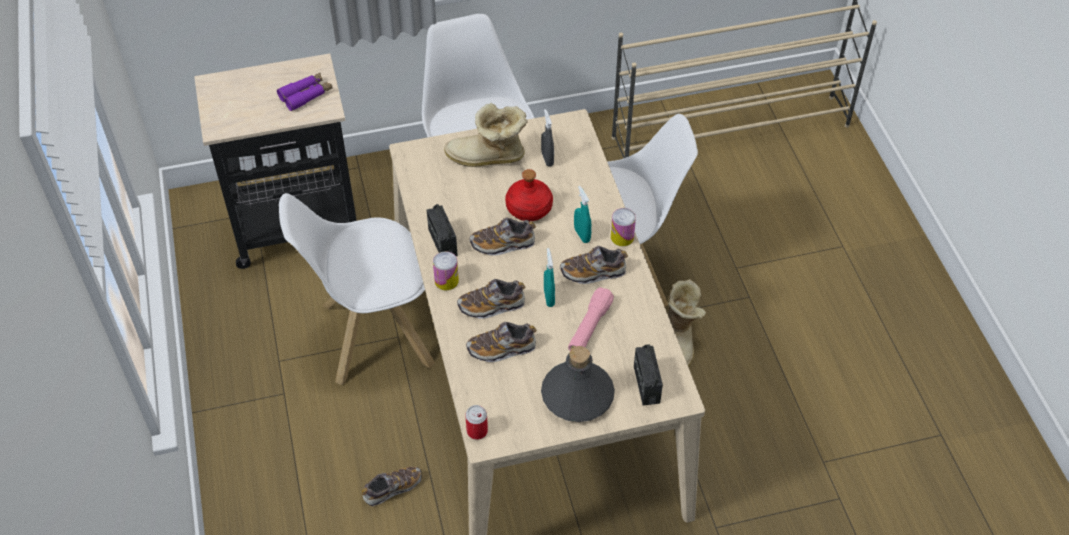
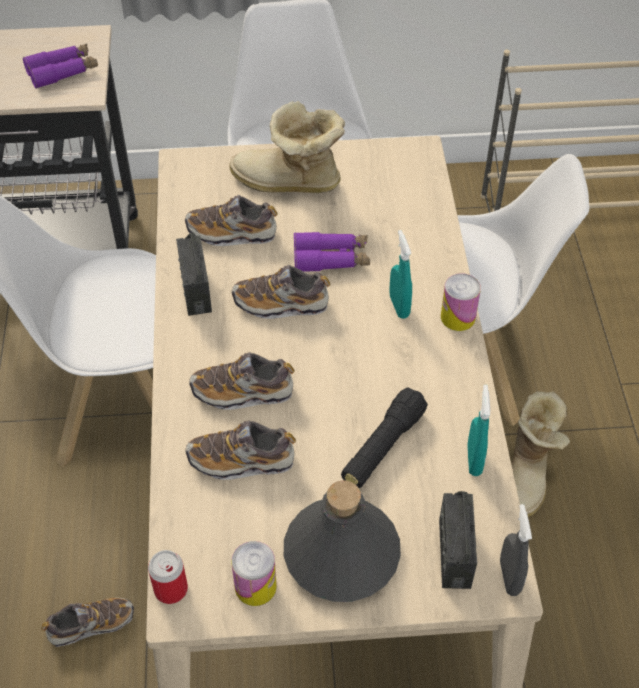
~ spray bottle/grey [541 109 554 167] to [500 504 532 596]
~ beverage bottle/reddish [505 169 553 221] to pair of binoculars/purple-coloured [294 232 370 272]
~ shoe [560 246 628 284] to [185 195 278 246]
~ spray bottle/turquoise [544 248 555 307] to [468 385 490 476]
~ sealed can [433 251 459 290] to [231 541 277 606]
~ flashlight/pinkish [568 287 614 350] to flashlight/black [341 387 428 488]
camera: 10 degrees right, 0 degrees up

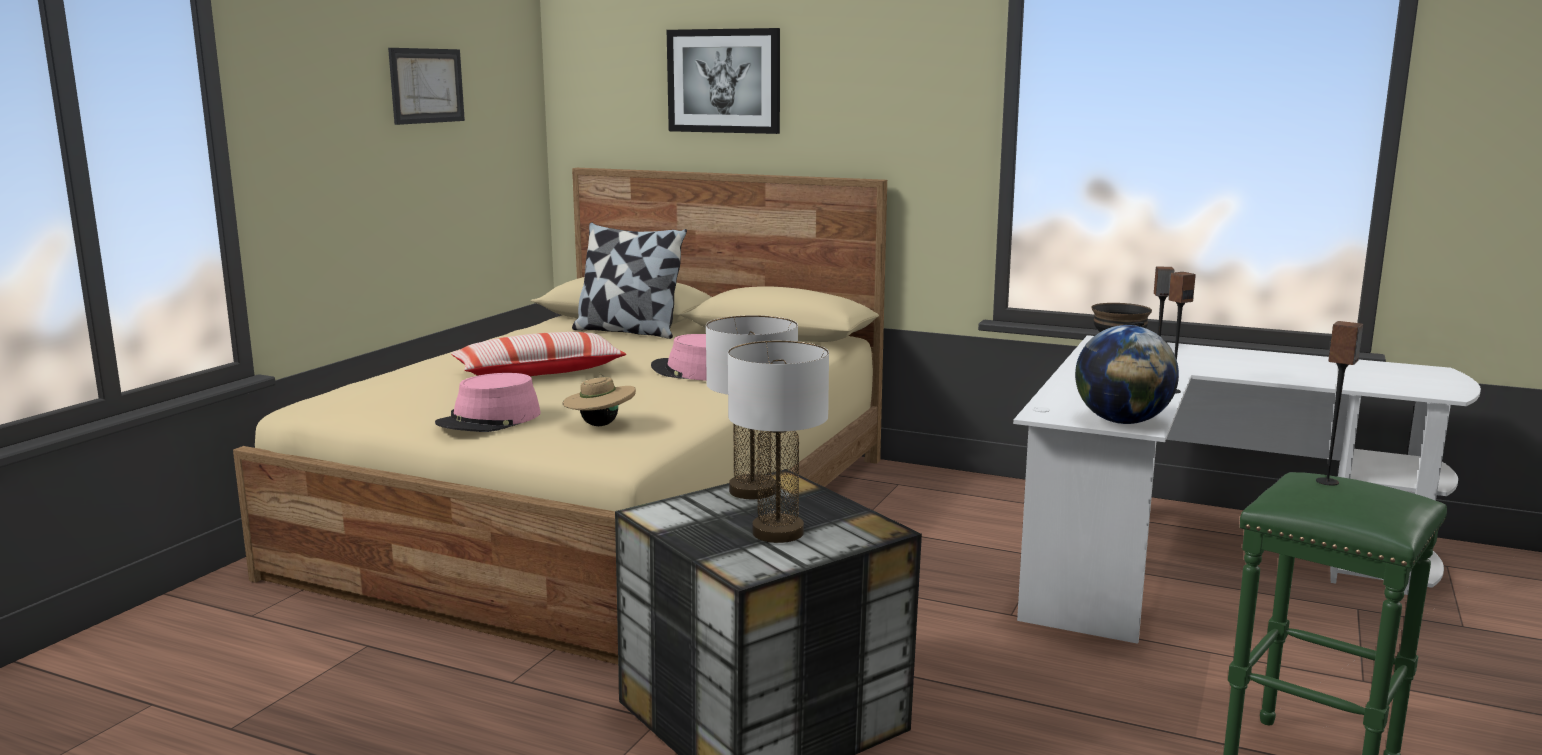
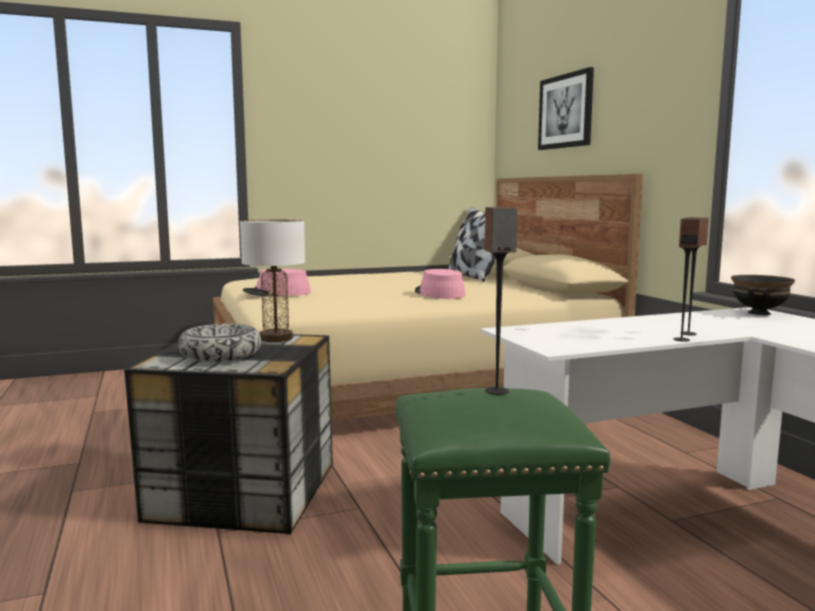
- wall picture [388 48 465 125]
- world globe [1075 325 1179 424]
- pillow [451 332 626 376]
~ tabletop lamp [728 341 829 543] to serving bowl [178 324 261 362]
- hat/beige [563 373 636 426]
camera: 45 degrees right, 5 degrees down

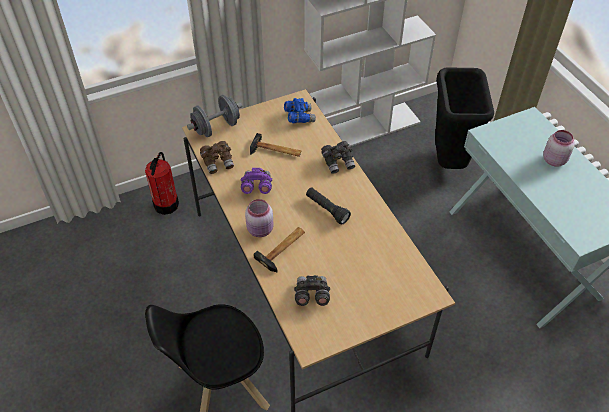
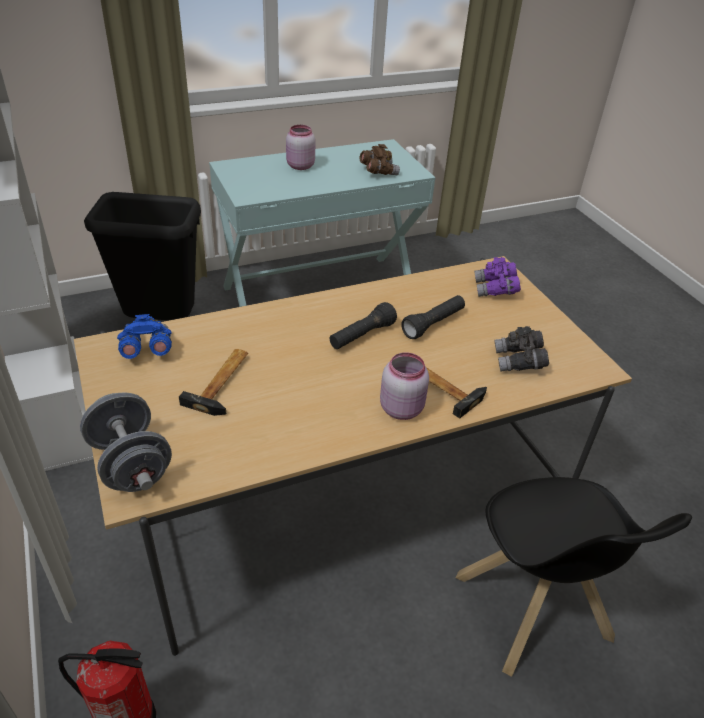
~ pair of binoculars/brownish [200 141 234 174] to [360 144 400 175]
- pair of binoculars/grey [321 141 355 174]
~ pair of binoculars/purple-coloured [241 168 272 194] to [474 257 521 297]
+ flashlight/black [401 295 465 339]
camera: 90 degrees left, 10 degrees down

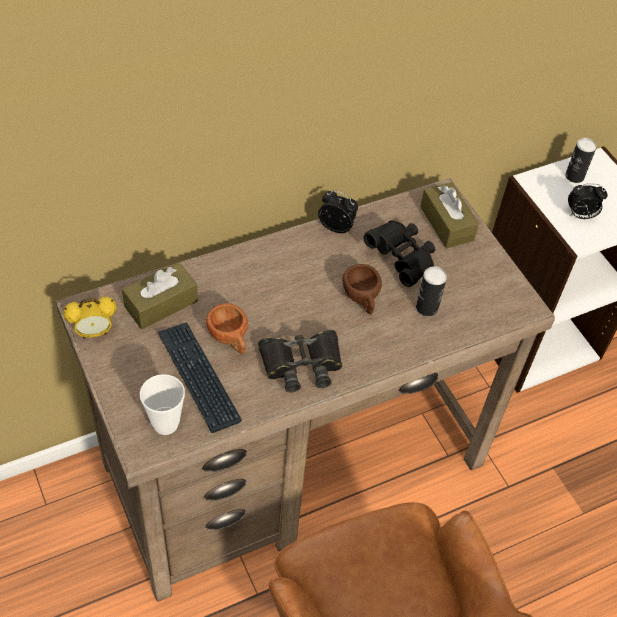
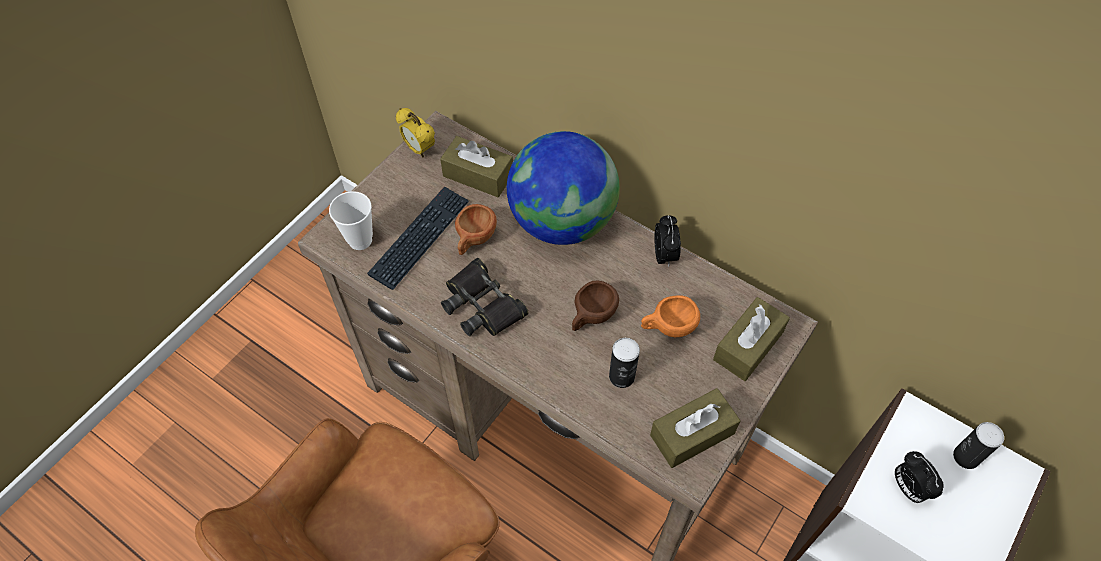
~ pair of binoculars/black [364 220 435 287] to drinking cup/orange [641 295 700 337]
+ world globe [507 131 620 245]
+ tissue holder/brownish [650 388 740 468]
camera: 65 degrees right, 5 degrees up

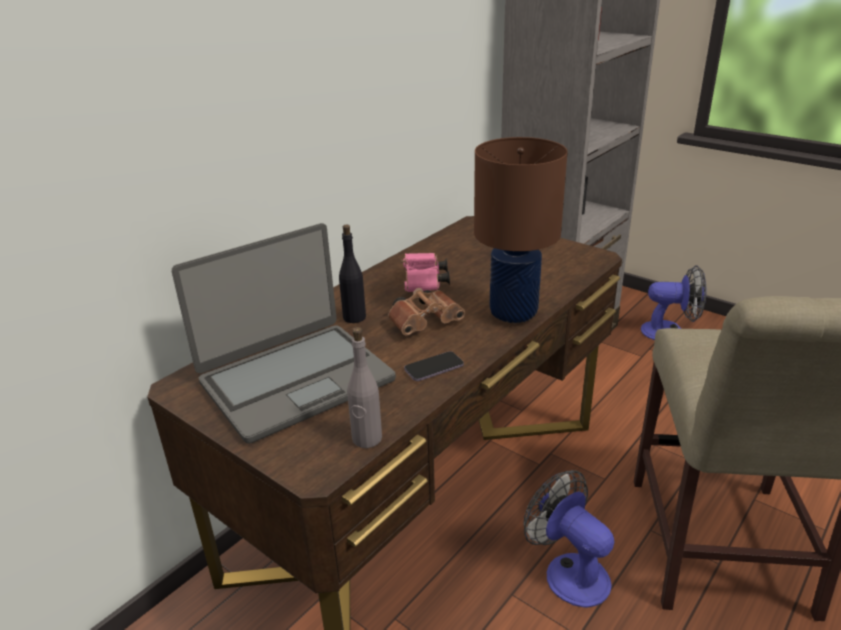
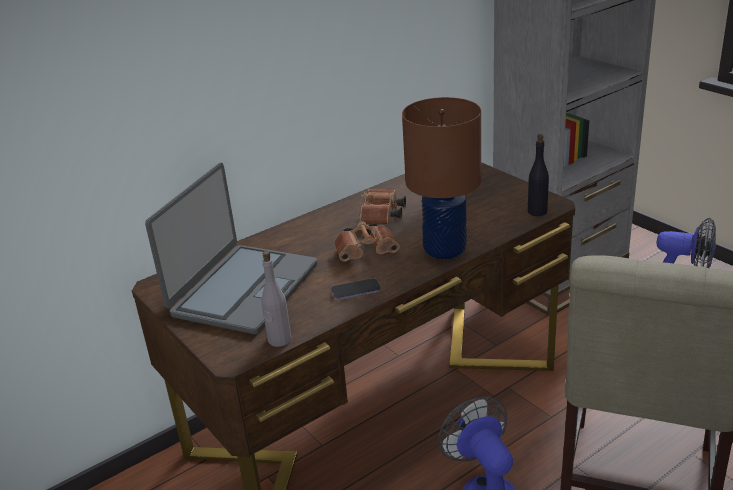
~ notebook computer [172 223 396 444] = [145 163 318 334] 45 degrees counterclockwise
~ beverage bottle/black [339 225 366 323] to [528 134 549 216]
~ pair of binoculars/pinkish [401 253 450 292] to pair of binoculars/brownish [359 189 406 224]
camera: 15 degrees right, 0 degrees up

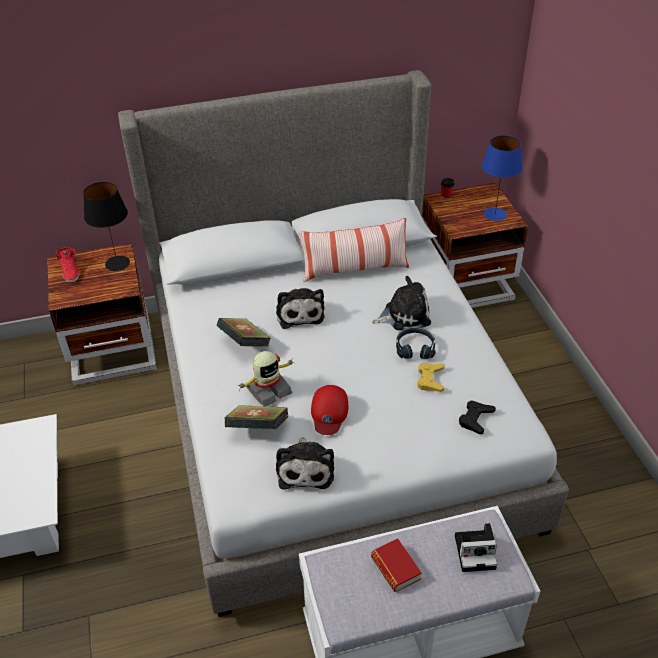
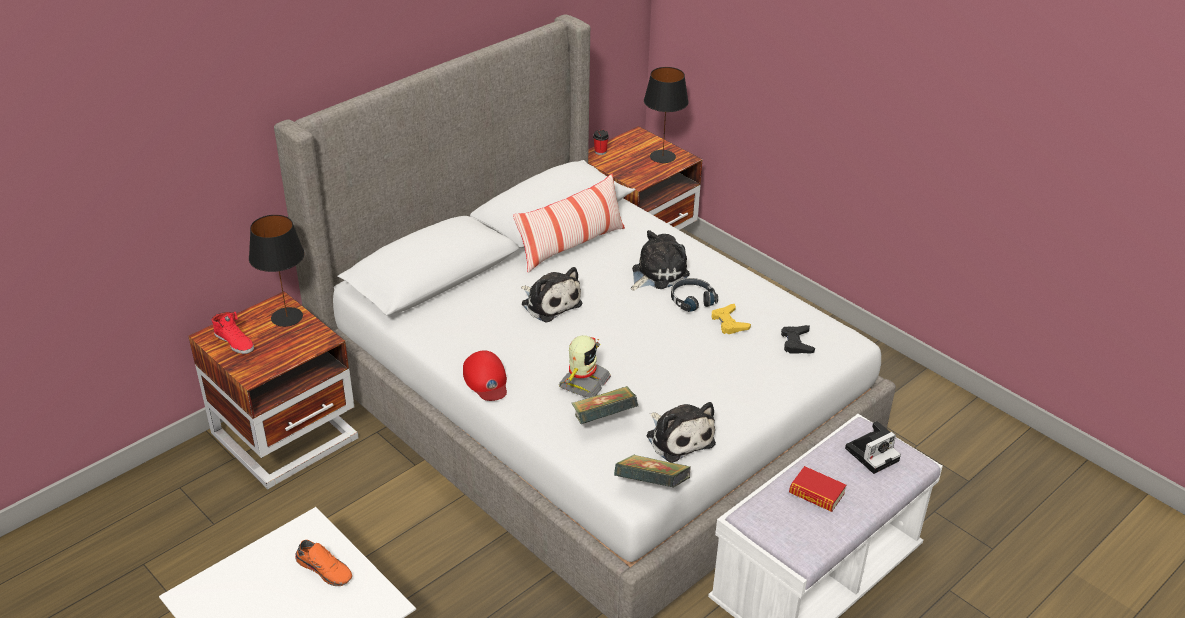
~ tabletop lamp/blue-coloured [482 135 523 221] to tabletop lamp/black [644 67 689 163]
~ volume [217 318 271 346] to [614 455 691 488]
~ baseball cap/reddish [311 385 348 435] to [463 350 507 401]
+ shoe/orange [295 540 352 586]
camera: 30 degrees left, 5 degrees down

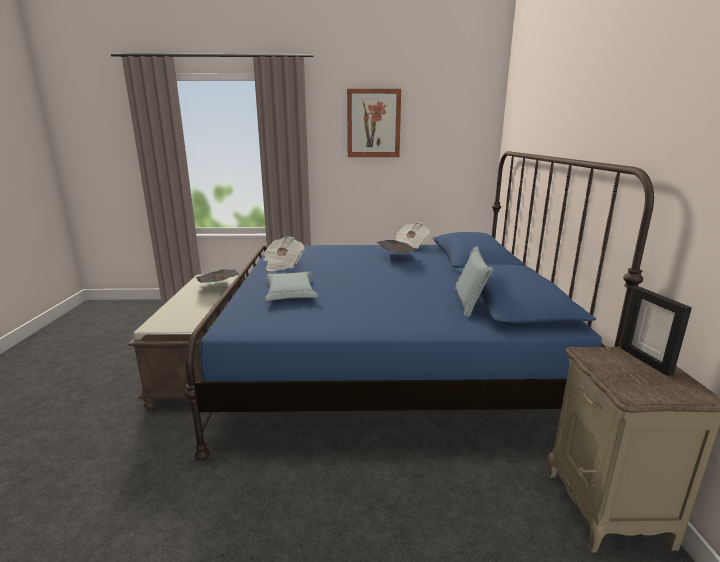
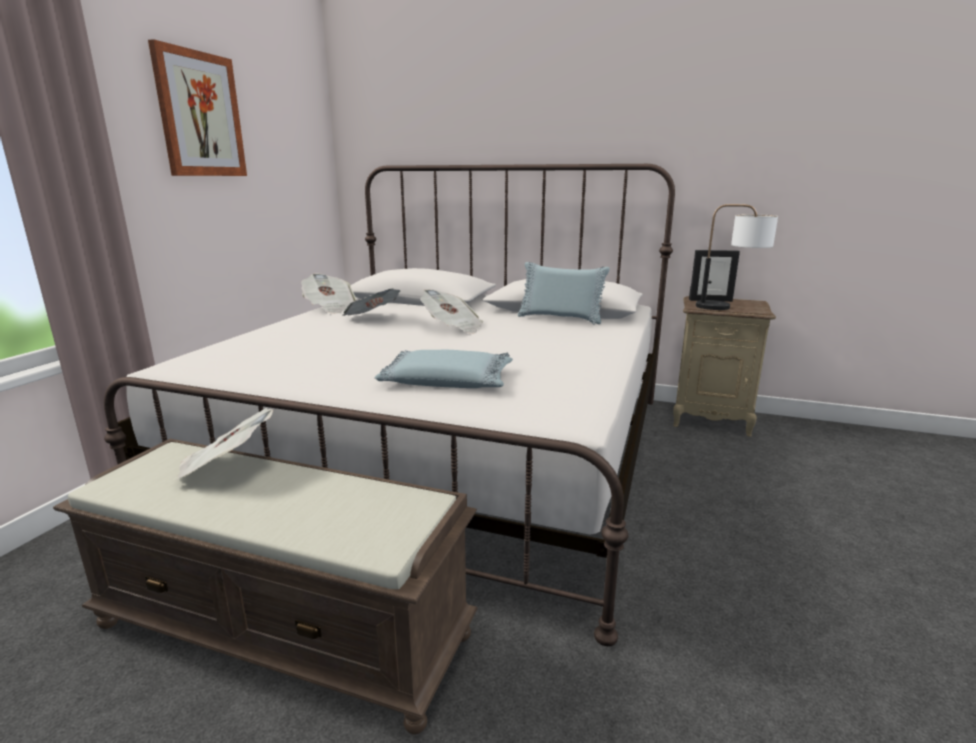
~ sleeping bed/blue-coloured [185 151 654 460] to sleeping bed/white-coloured [104 164 675 646]
~ printed paper [264 237 305 271] to [420 289 483 334]
+ tabletop lamp [696 204 778 310]
camera: 70 degrees left, 0 degrees up

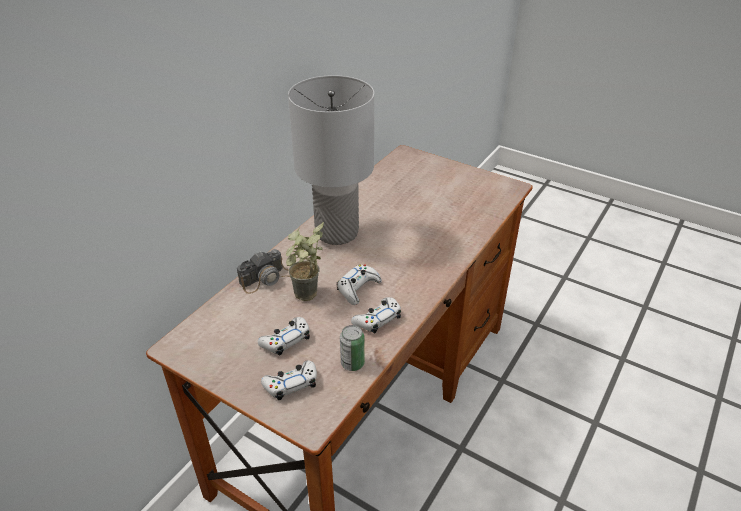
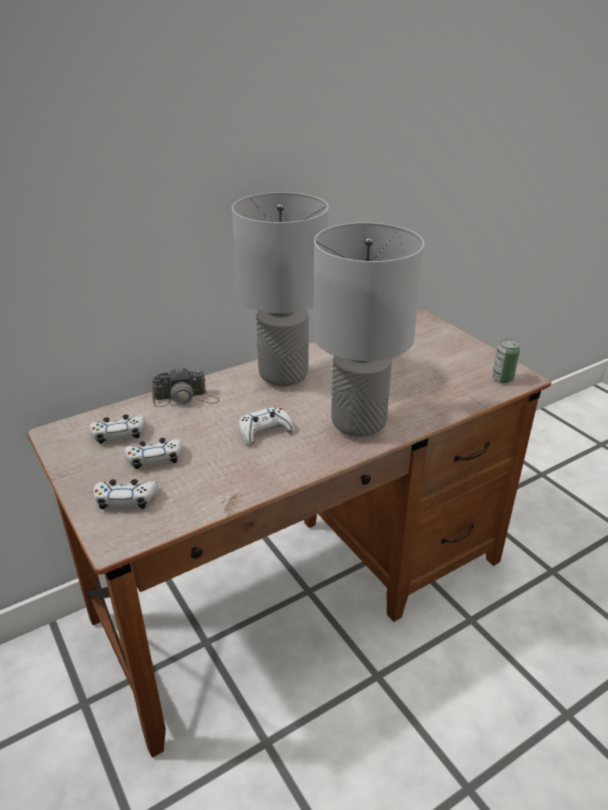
- potted plant [286 222 324 301]
~ joypad/white-coloured [351 297 401 334] to [89 415 145 444]
~ sealed can [340 325 365 371] to [492 339 520 383]
+ tabletop lamp/grey [313 222 424 437]
camera: 25 degrees right, 5 degrees down

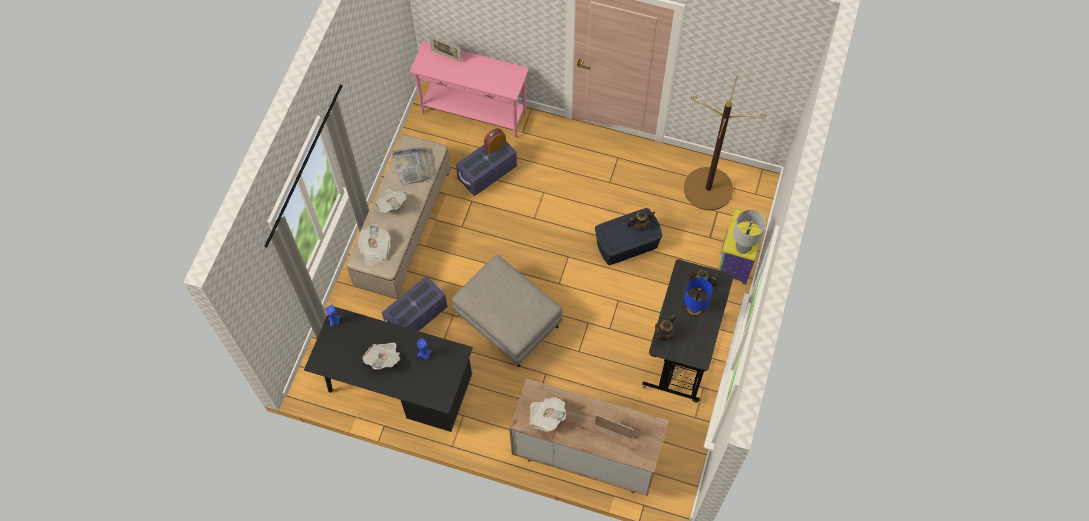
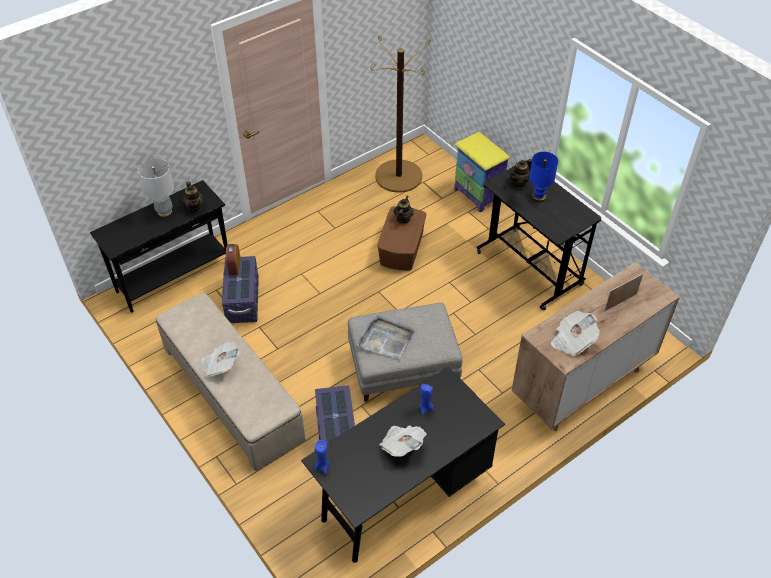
- photo frame [430 36 462 63]
~ console table/pinkish [409 40 529 138] to console table/black [90 180 228 313]
~ tray/grey [392 147 433 185] to [357 315 415 359]
~ storage container/blue-coloured [595 208 662 265] to storage container/brownish [377 206 426 271]
~ tabletop lamp/grey [733 210 766 254] to [138 158 174 217]
- printed paper [357 224 391 266]
~ teapot [655 314 676 342] to [182 181 204 212]
camera: 55 degrees left, 15 degrees down

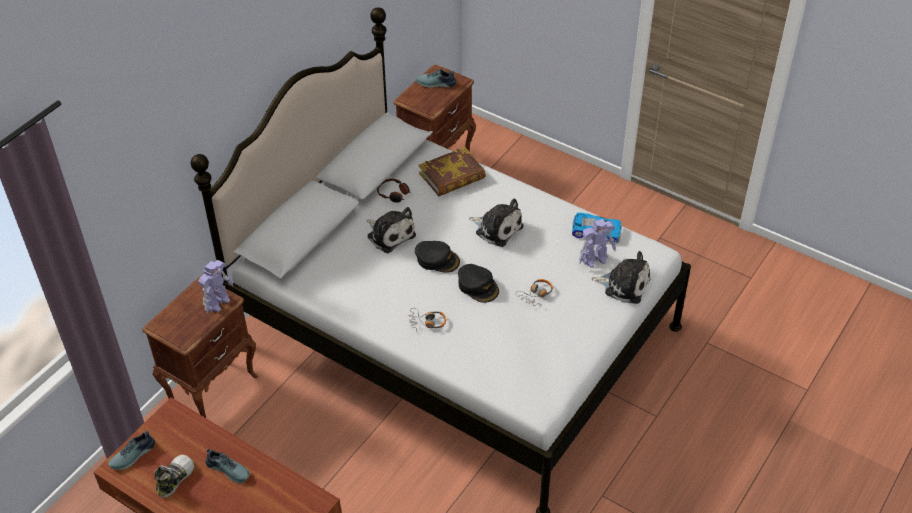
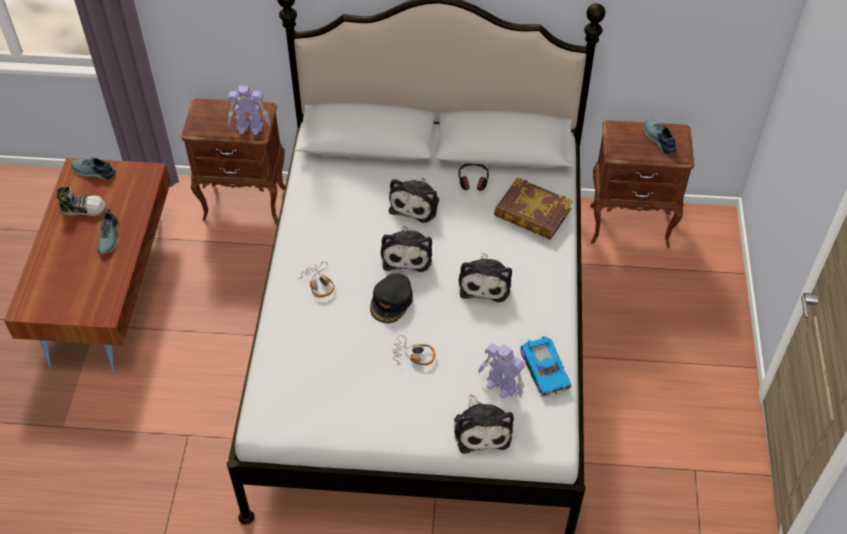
~ baseball cap/black [415 241 460 273] to plush toy [381 226 432 272]
camera: 60 degrees right, 5 degrees up

